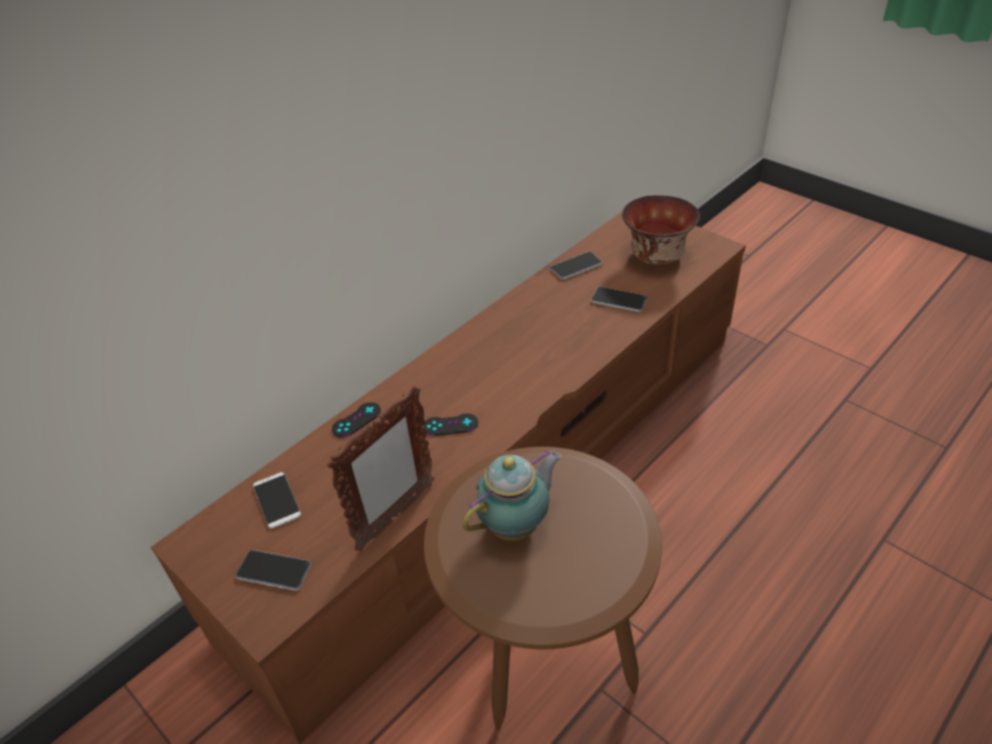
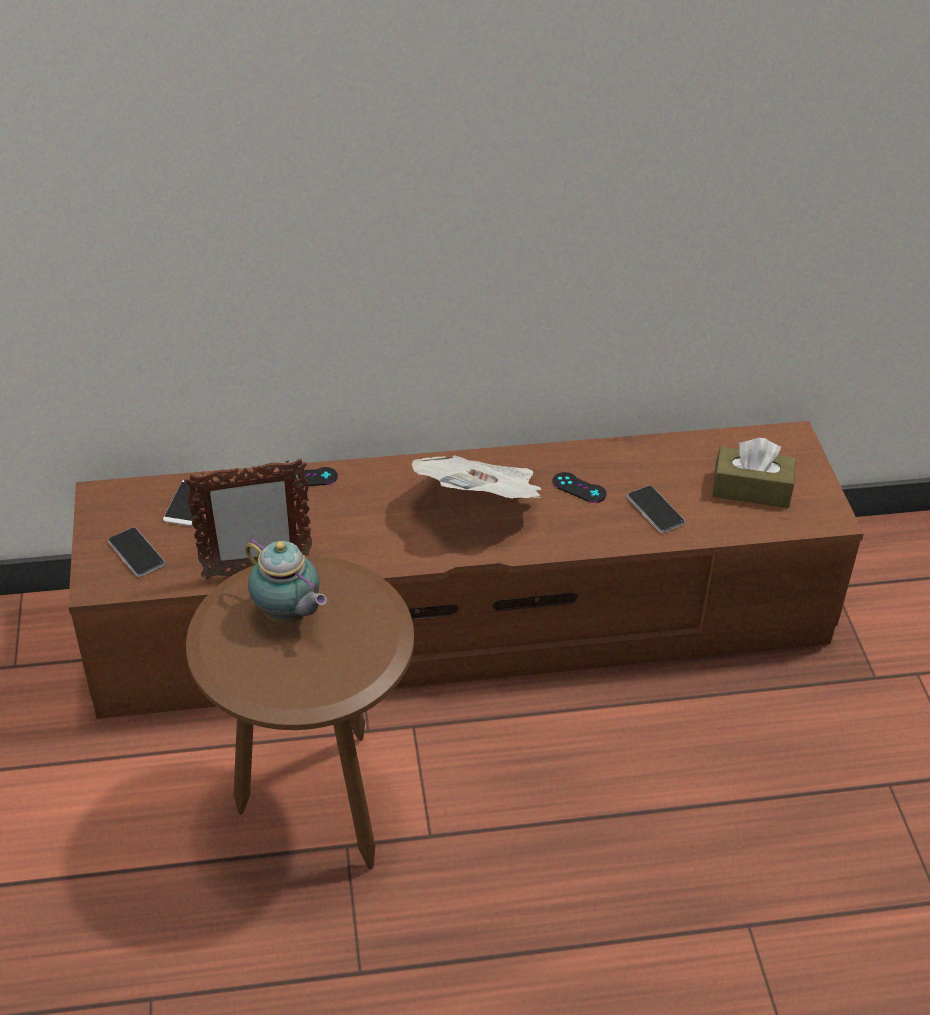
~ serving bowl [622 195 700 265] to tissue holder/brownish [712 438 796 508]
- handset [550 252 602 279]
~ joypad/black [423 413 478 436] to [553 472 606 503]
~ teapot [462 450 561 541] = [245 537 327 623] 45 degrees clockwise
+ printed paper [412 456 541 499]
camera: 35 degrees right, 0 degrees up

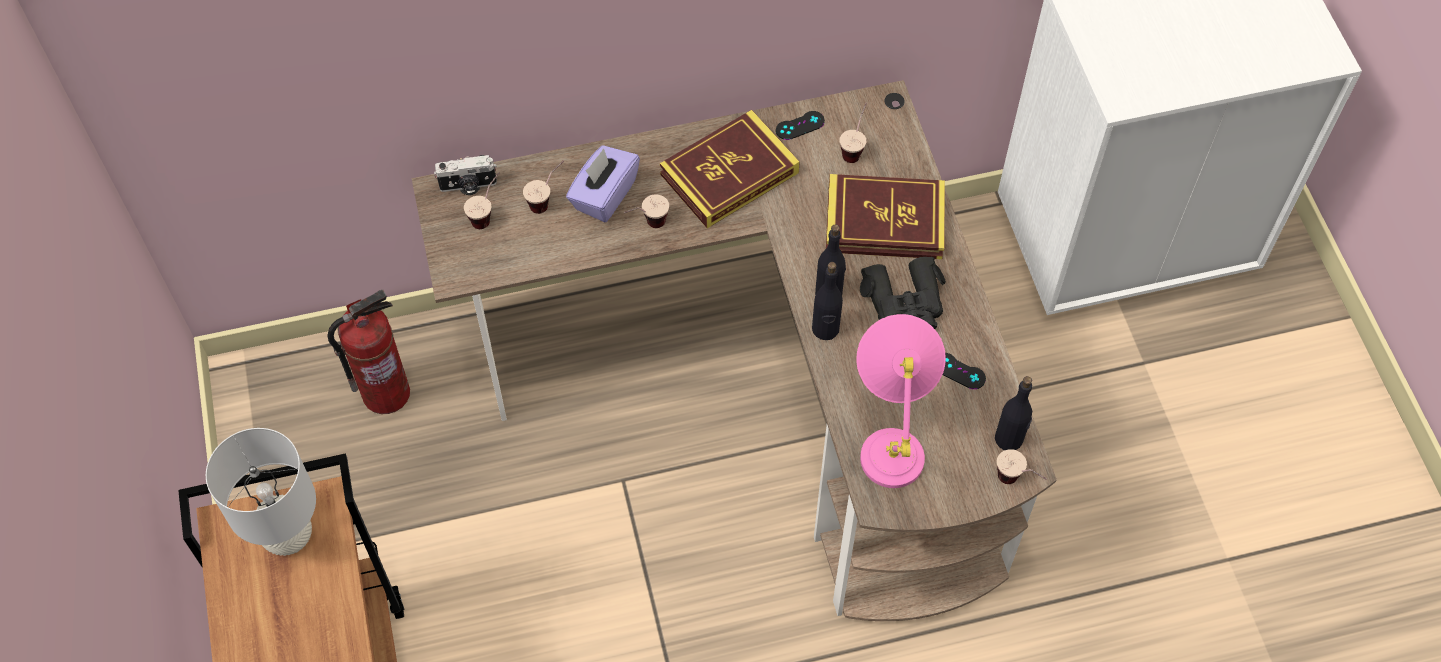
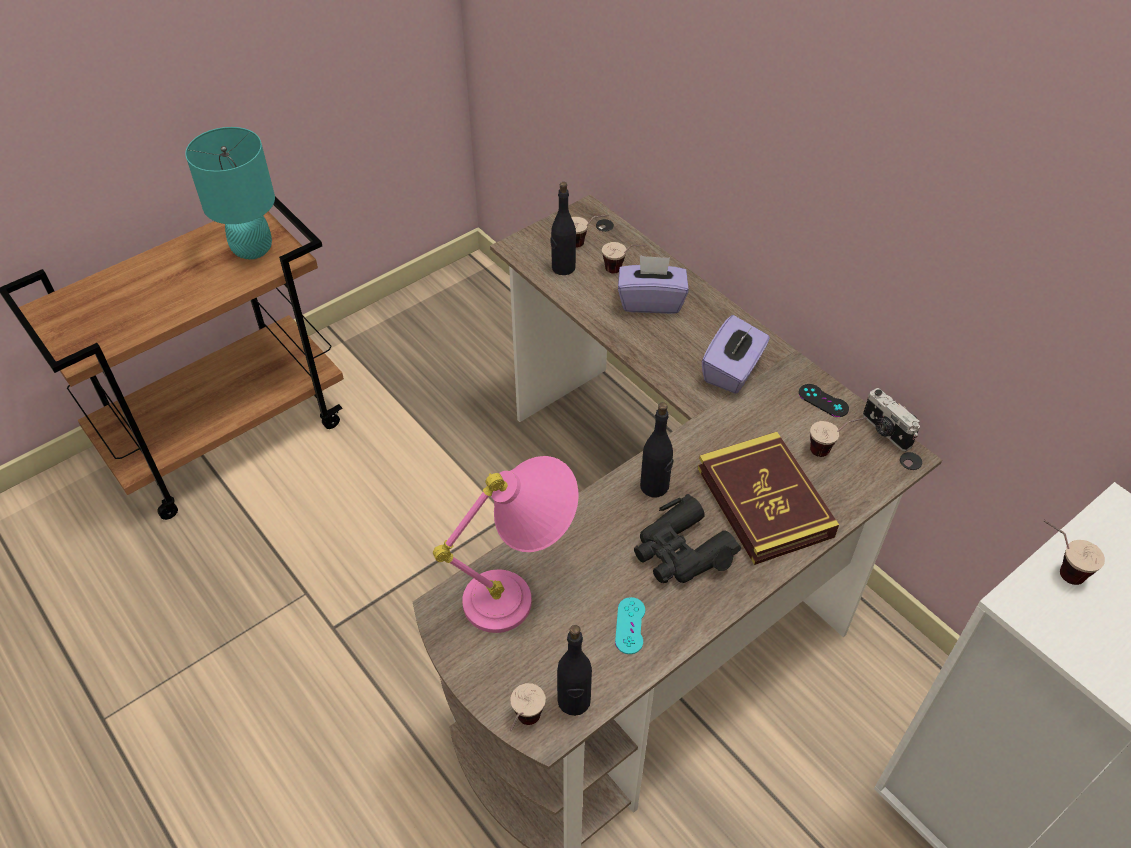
~ volume [660 110 800 228] to tissue holder/purple-coloured [702 315 770 394]
~ photo camera [434 155 497 192] to [863 388 920 451]
~ drinking cup [624 194 669 228] to [1044 520 1105 585]
~ beverage bottle/black [812 262 843 340] to [550 182 576 275]
- fire-fighting cylinder [328 290 410 414]
~ joypad/black [943 353 986 389] to joypad/turquoise [615 597 645 654]
~ tabletop lamp/grey [206 428 316 556] to tabletop lamp/turquoise [185 127 275 260]
camera: 65 degrees right, 10 degrees down

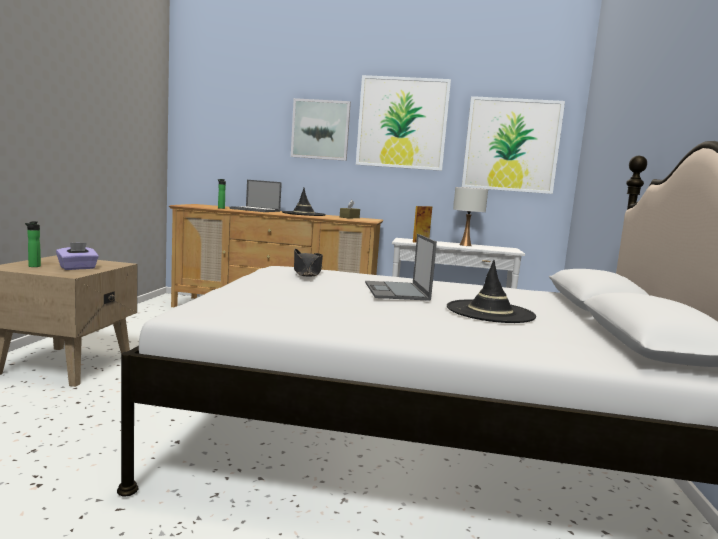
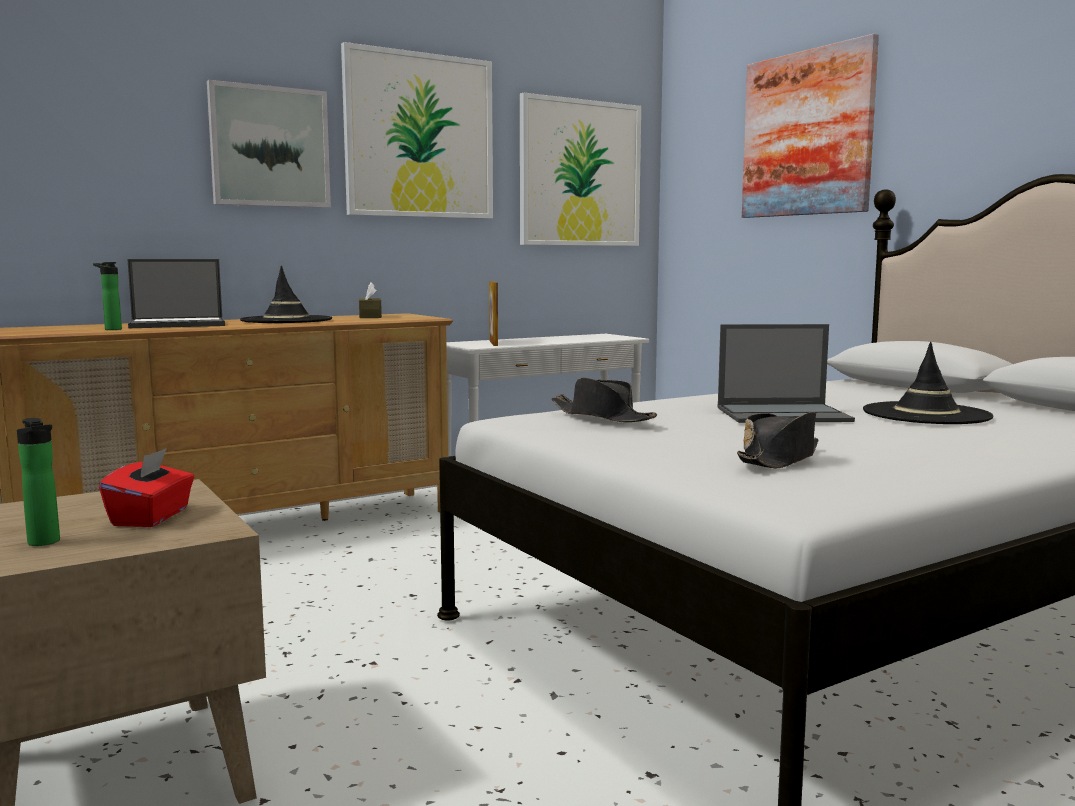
- tabletop lamp/white-coloured [453 187 488 246]
~ notebook computer [365 234 437 301] = [718 324 855 423] 45 degrees counterclockwise
~ tissue holder/purple-coloured [56 243 99 270] to tissue holder/reddish [99 448 194 527]
+ wall picture [742 33 879 218]
+ hat/black [737 412 818 468]
camera: 40 degrees left, 0 degrees up

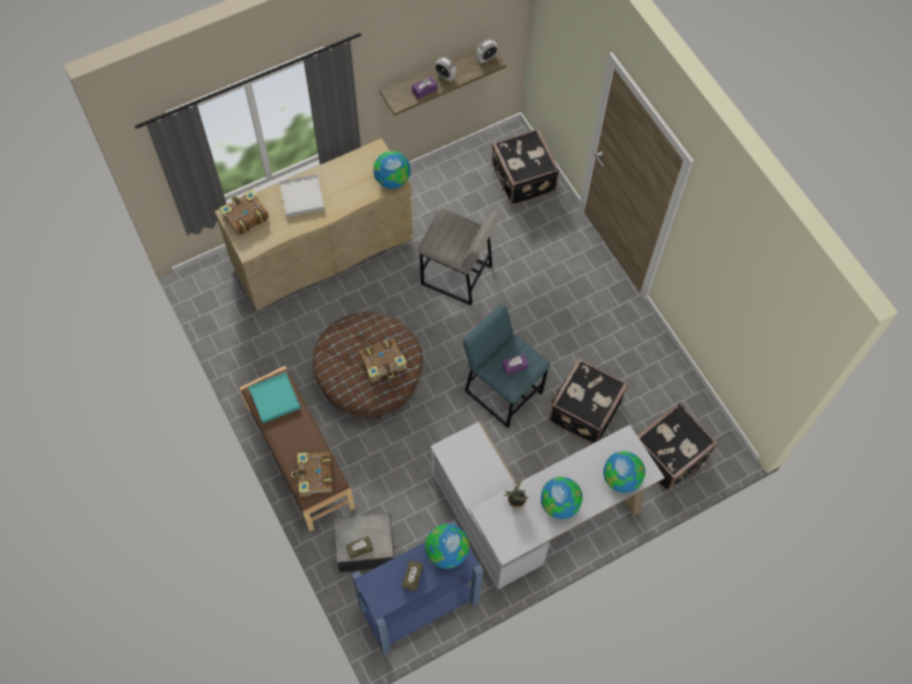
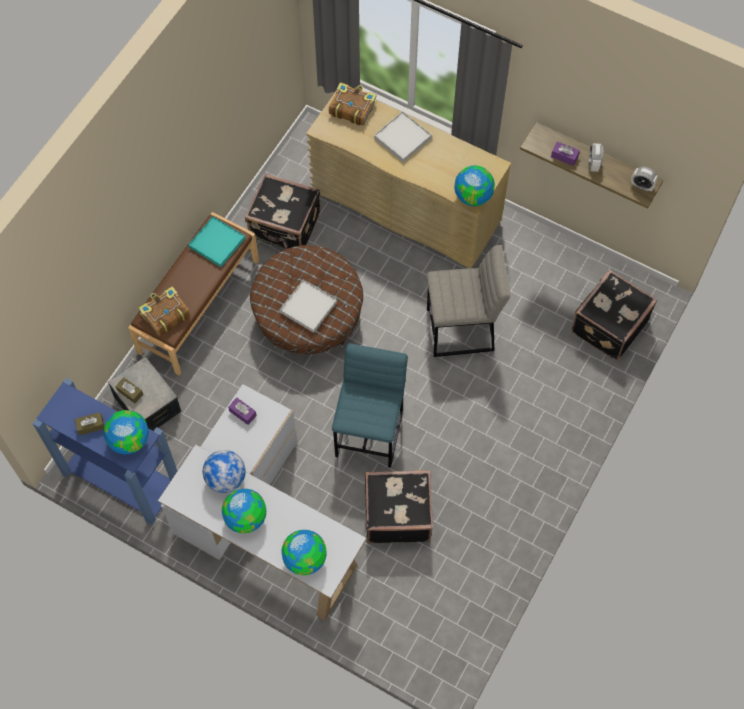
~ upright chair/grey [418 209 502 305] = [427 245 511 357] 90 degrees counterclockwise
~ volume [360 338 407 383] to tray/white-coloured [280 280 337 333]
~ tissue holder/purple-coloured [502 354 528 376] to [228 397 257 425]
~ piece of luggage/black [638 403 718 491] to [245 174 321 249]
~ potted plant [504 474 529 508] to world globe [203 450 246 493]
camera: 60 degrees right, 0 degrees up

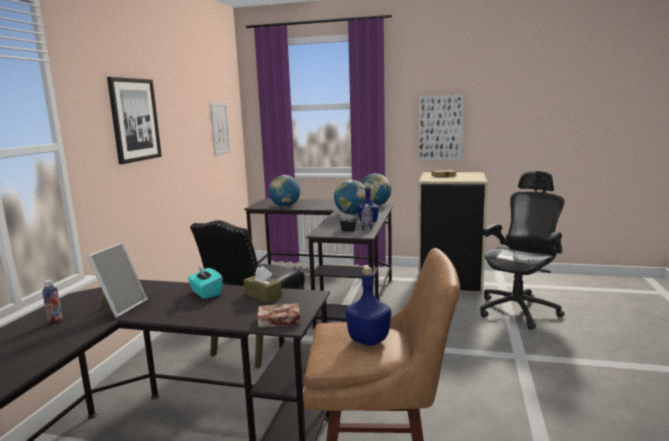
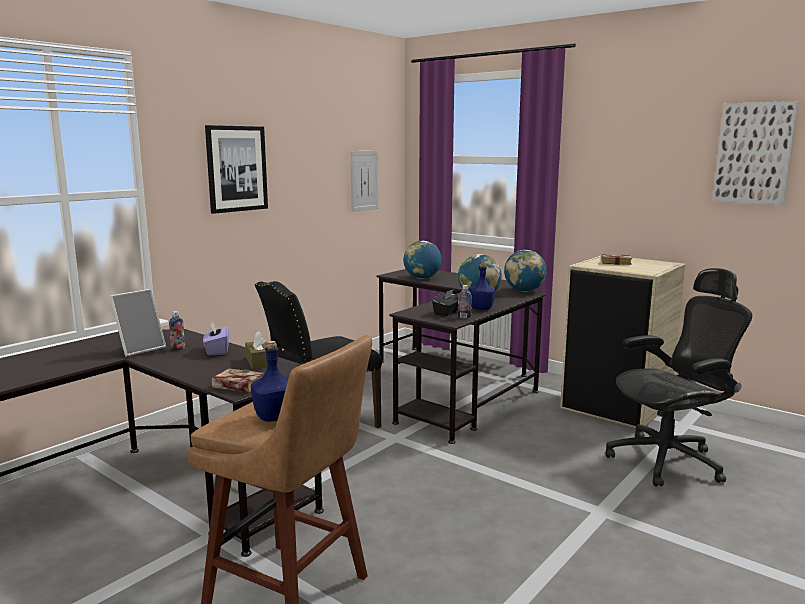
~ wall picture [419 95 463 160] to [713 101 798 205]
~ tissue holder/turquoise [188 265 223 299] to tissue holder/purple-coloured [203 322 229 355]
~ beverage bottle [42 280 63 325] to [169 311 185 351]
camera: 25 degrees right, 0 degrees up

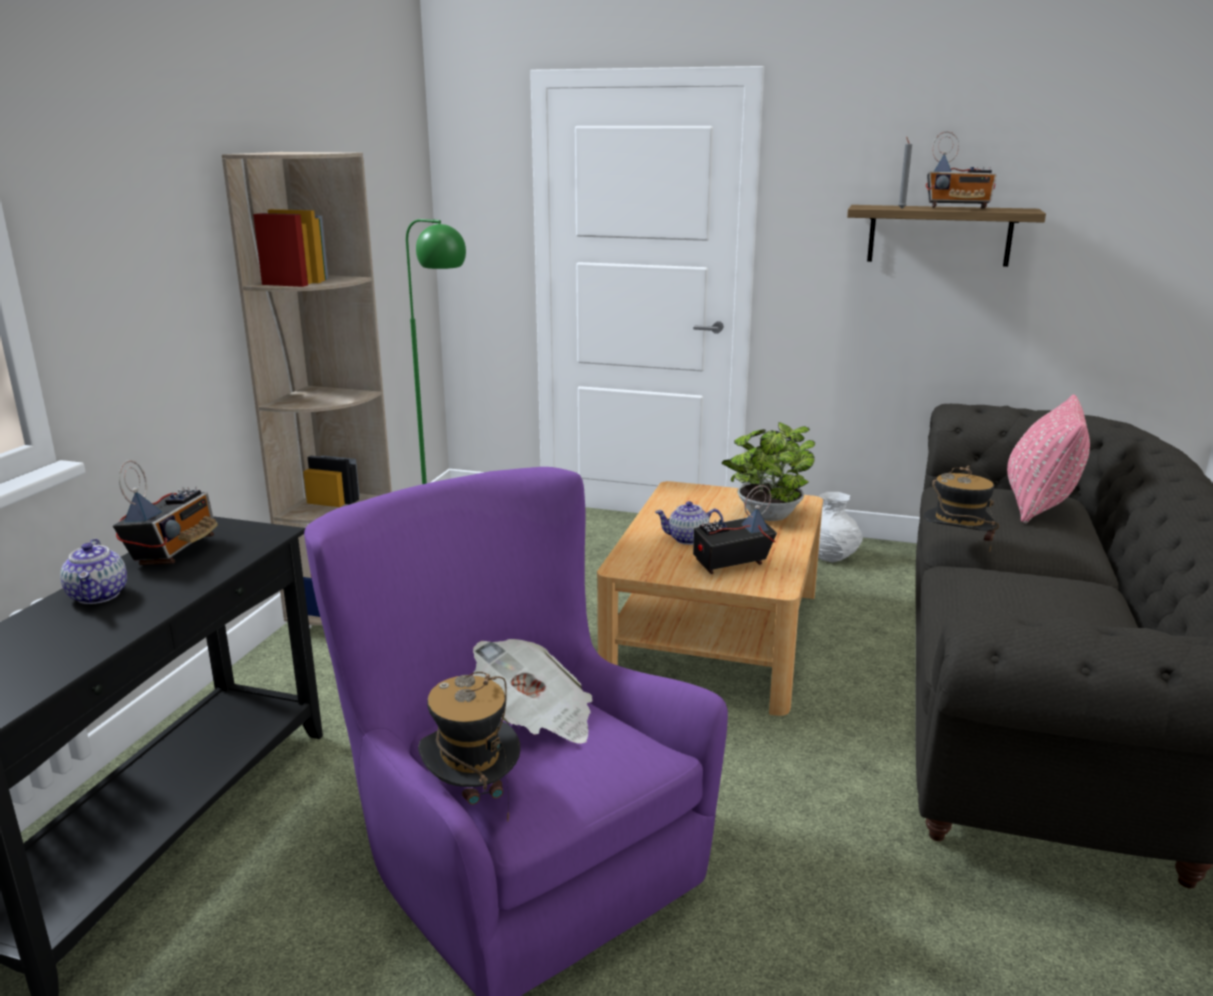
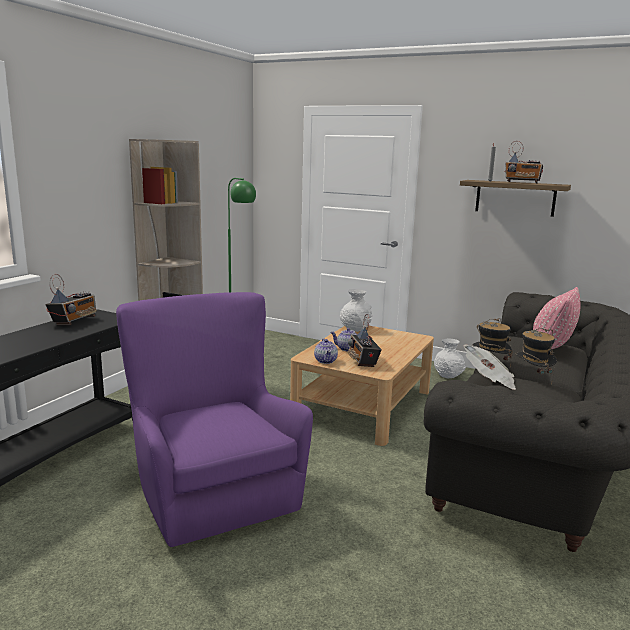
- potted plant [722 422 815 521]
~ radio set [693 485 777 574] = [348 314 382 367] 90 degrees counterclockwise
~ teapot [60 539 127 604] to [314 339 338 364]
~ printed paper [473 639 593 744] to [464 344 516 390]
~ hat [418 672 520 821] to [515 328 557 385]
+ flower vase/white-coloured [340 289 372 332]
camera: 10 degrees right, 5 degrees down

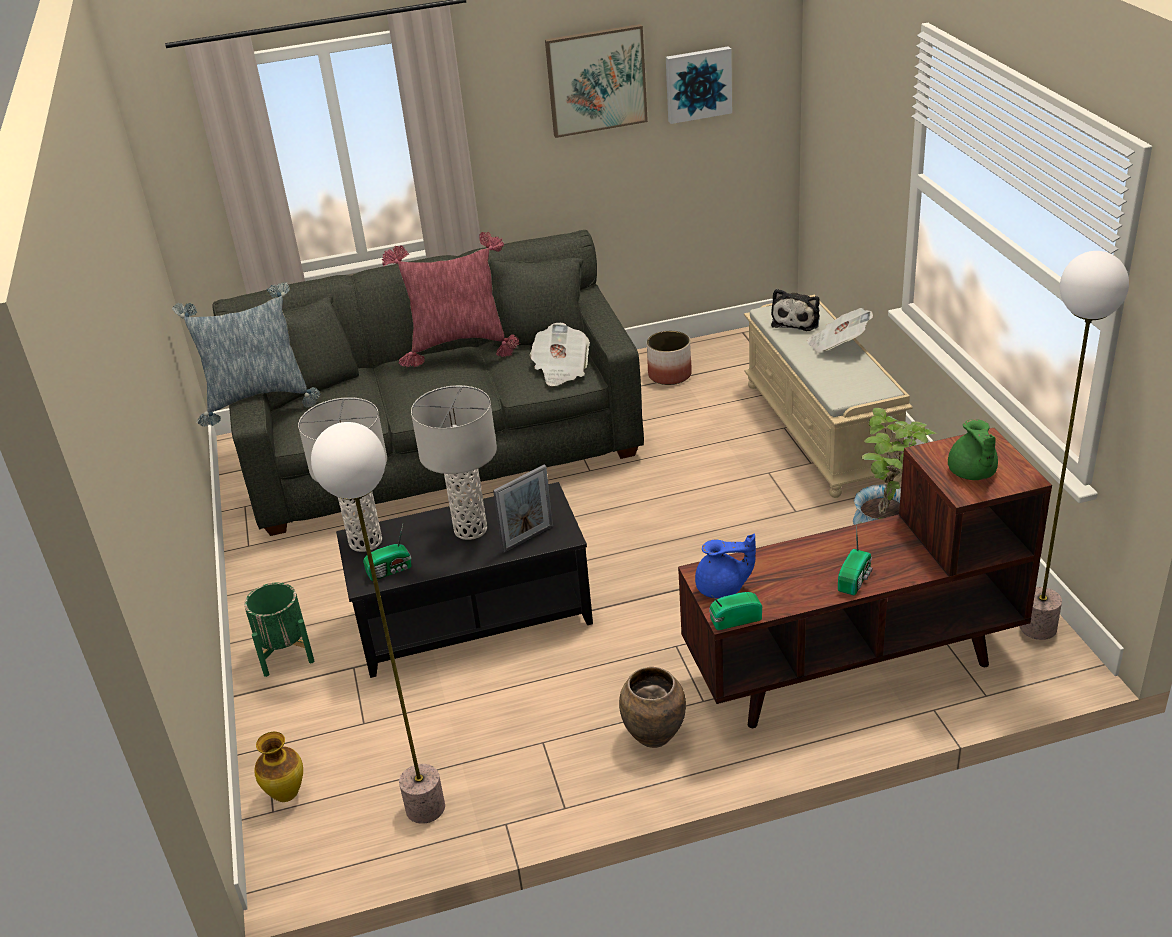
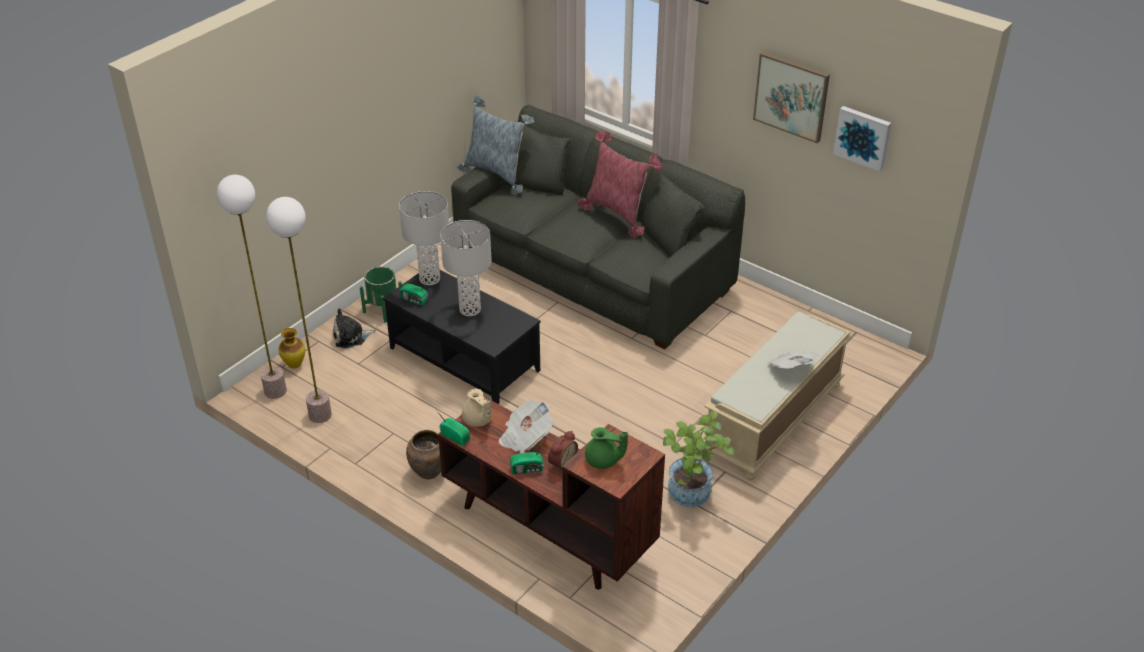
~ standard lamp [1020 251 1129 640] to [216 175 287 399]
~ plush toy [771 289 820 331] to [333 308 376 348]
~ printed paper [530 323 590 386] to [499 400 553 453]
- planter [647 331 692 385]
~ teapot/green [948 419 998 480] = [585 427 628 469] 120 degrees counterclockwise
- photo frame [493 465 553 552]
~ teapot/blue-coloured [695 534 756 598] to teapot/beige [462 389 492 427]
+ bedside clock [548 431 578 472]
camera: 50 degrees right, 5 degrees up

